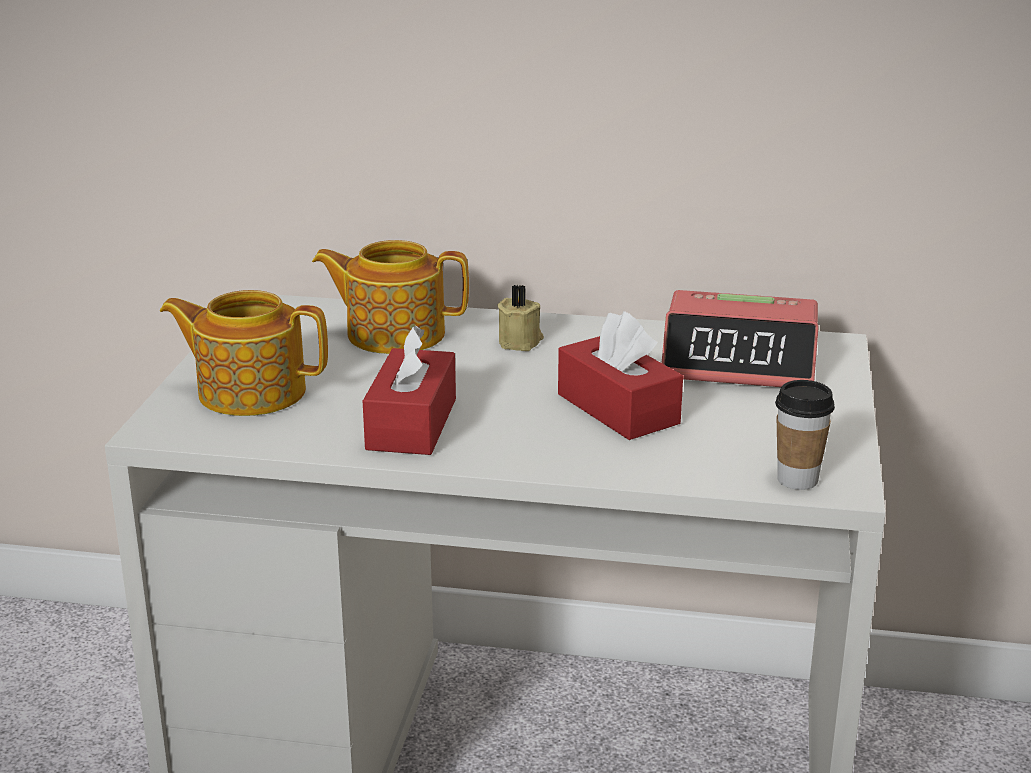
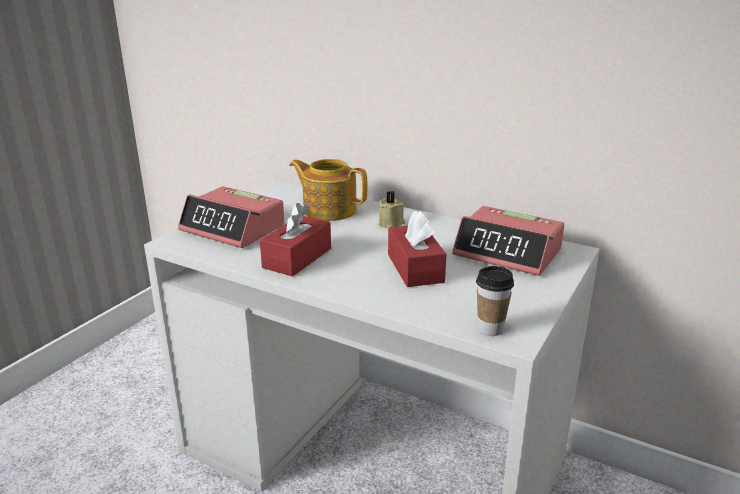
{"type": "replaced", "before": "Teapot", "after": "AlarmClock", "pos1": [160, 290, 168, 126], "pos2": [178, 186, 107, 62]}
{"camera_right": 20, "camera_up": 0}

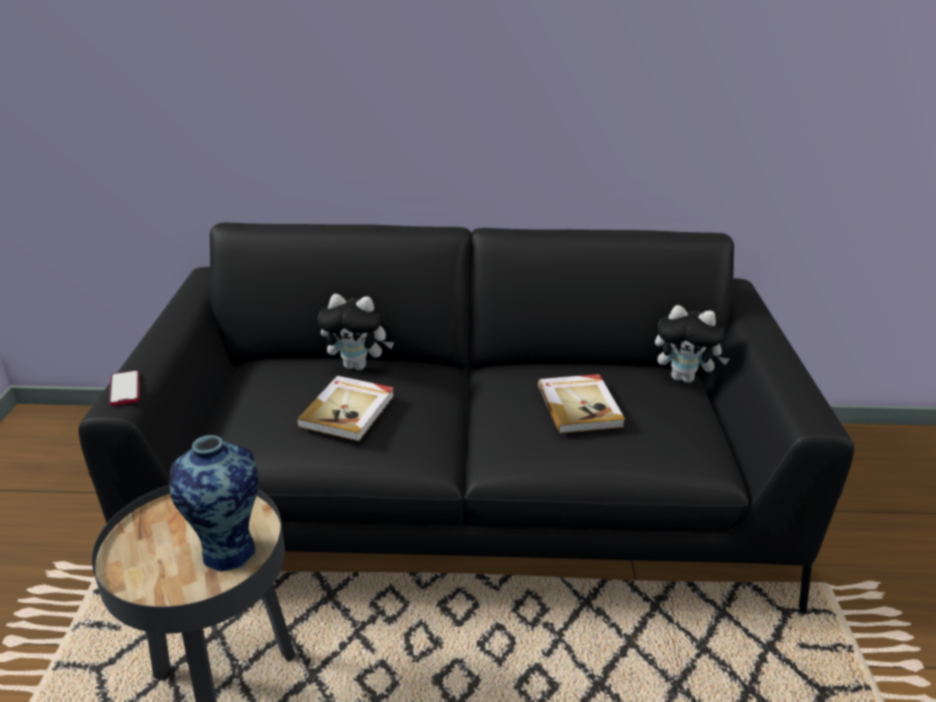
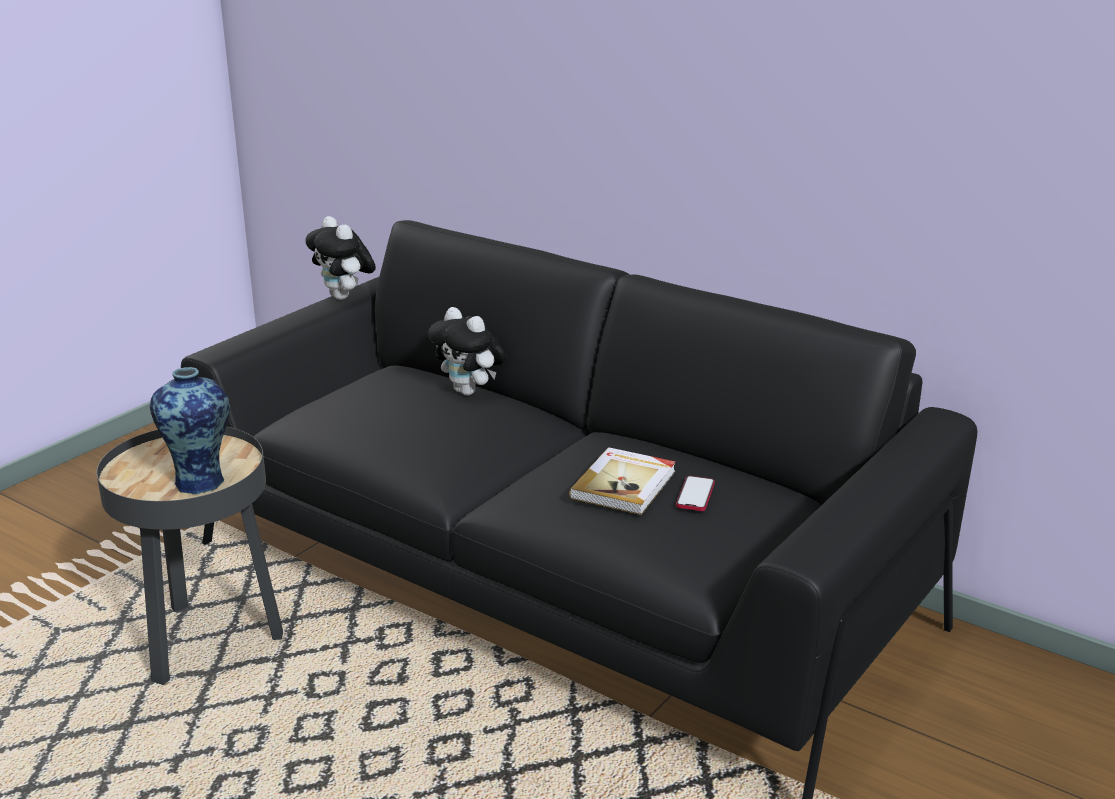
{"type": "moved", "before": "Handset", "pos1": [109, 370, 31, 36], "pos2": [676, 476, 39, 35]}
{"type": "removed", "before": "Volume", "pos1": [296, 376, 98, 65]}
{"type": "moved", "before": "SoftToy", "pos1": [655, 305, 74, 78], "pos2": [305, 216, 71, 84]}
{"camera_right": 35, "camera_up": -5}

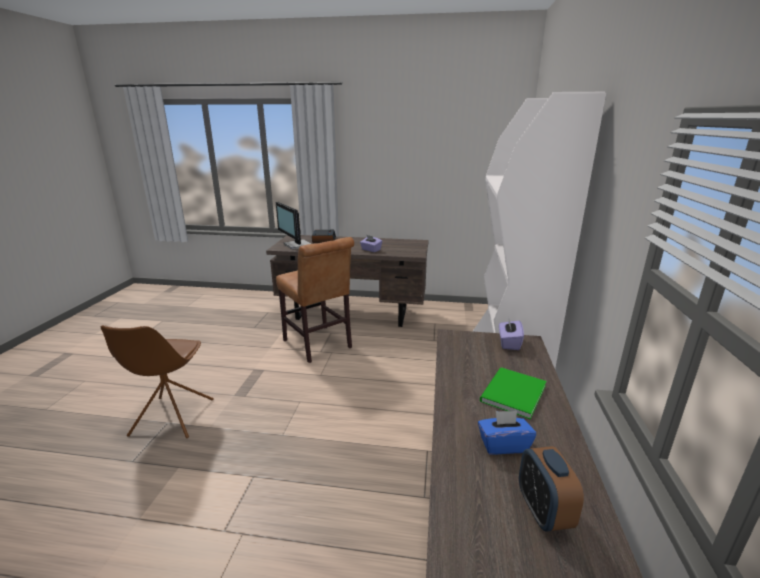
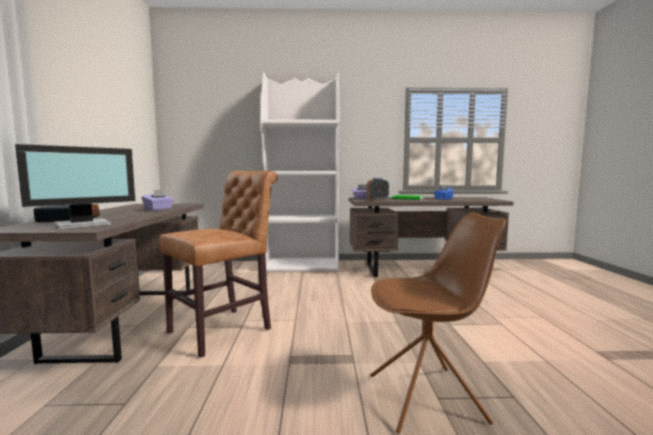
{"type": "moved", "before": "AlarmClock", "pos1": [519, 446, 65, 85], "pos2": [366, 178, 23, 22]}
{"camera_right": -100, "camera_up": -15}

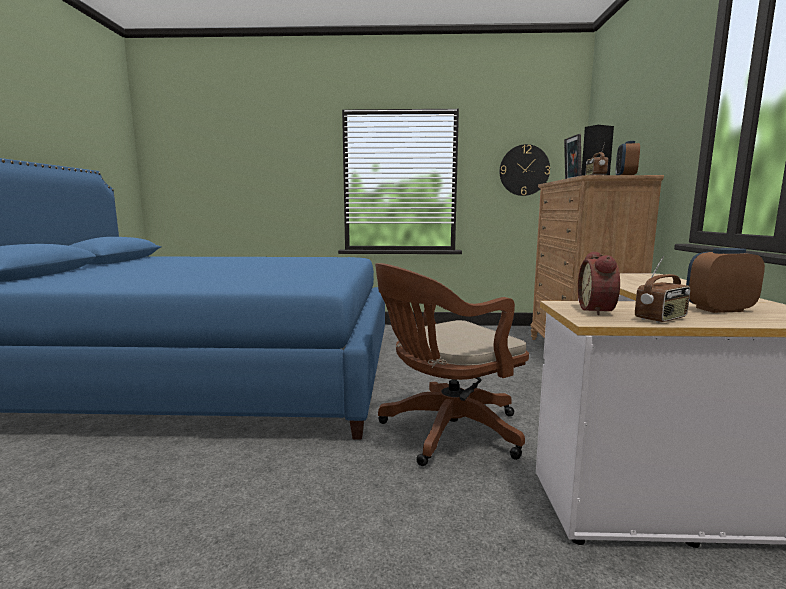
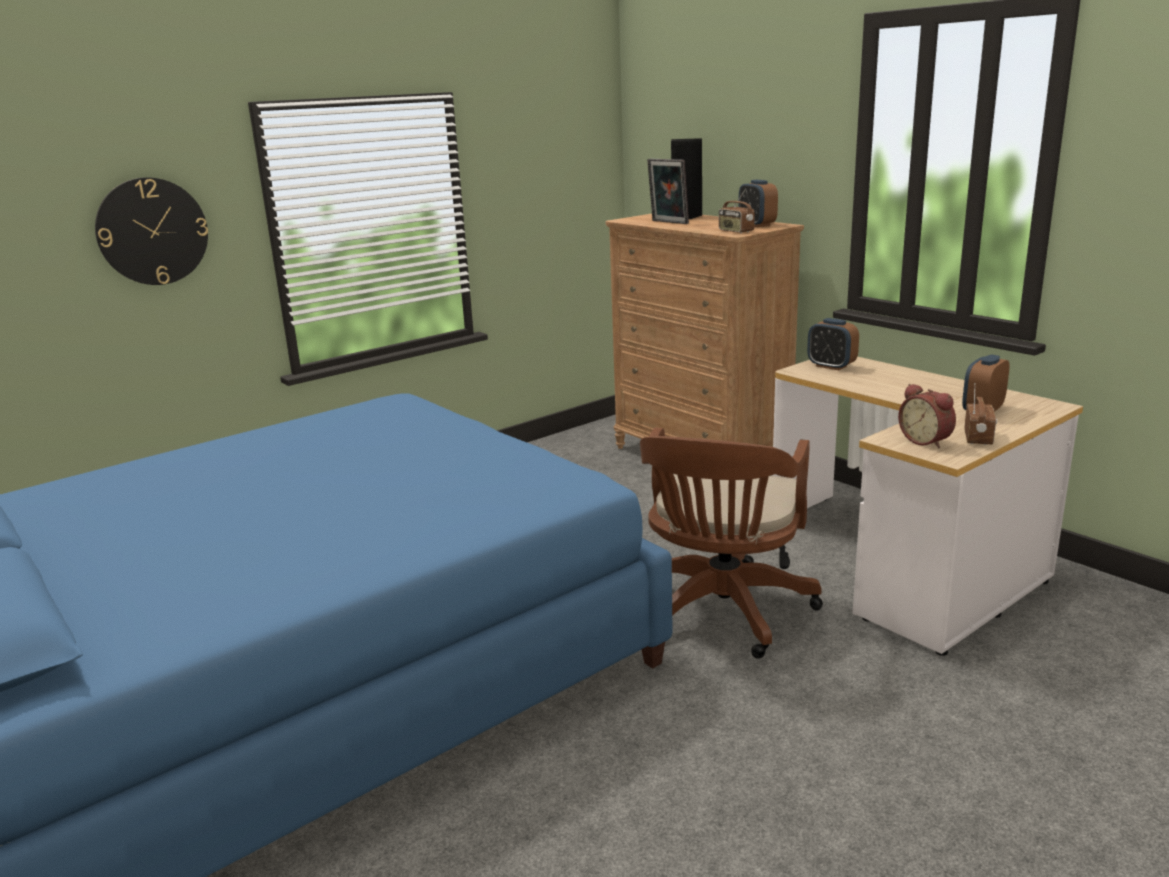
{"type": "moved", "before": "WallClock", "pos1": [499, 144, 51, 52], "pos2": [95, 177, 113, 108]}
{"type": "added", "after": "AlarmClock", "pos2": [807, 318, 52, 52]}
{"camera_right": -40, "camera_up": 10}

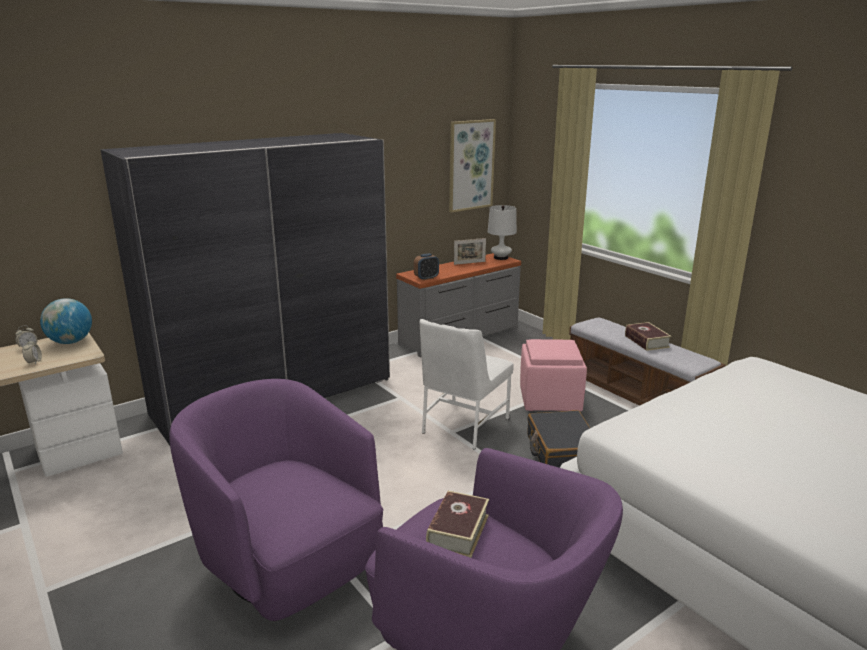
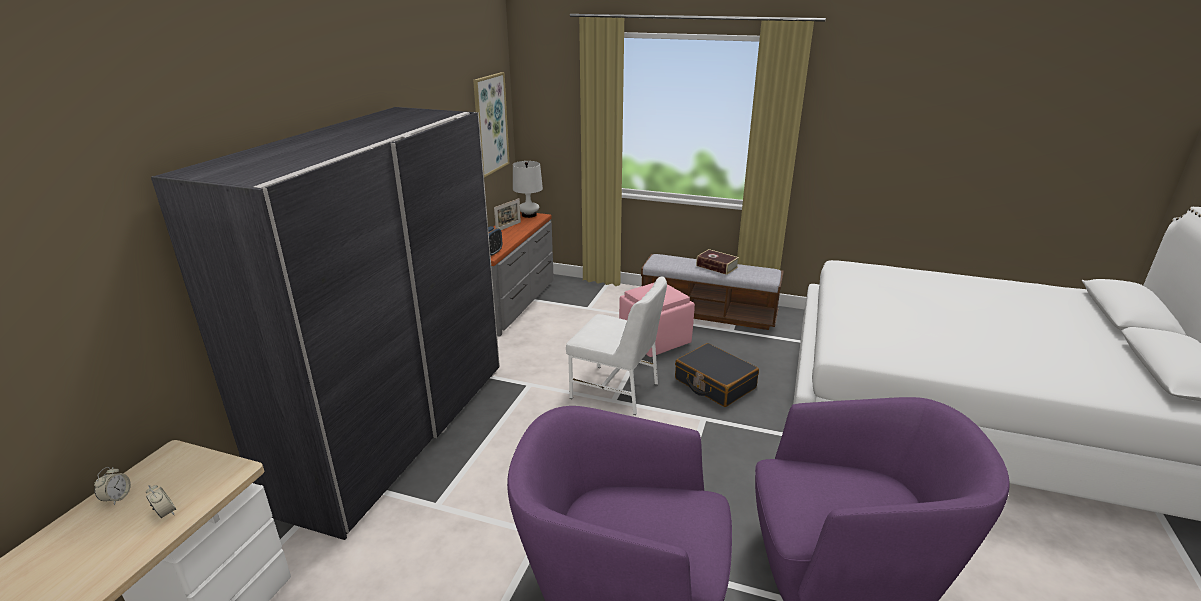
{"type": "removed", "before": "Globe", "pos1": [40, 298, 52, 46]}
{"type": "turned", "before": "WhitishUprightChair", "pos1": [420, 319, 93, 131], "pos2": [566, 276, 101, 139], "turn": -60}
{"type": "removed", "before": "Volume", "pos1": [426, 491, 63, 67]}
{"camera_right": -35, "camera_up": 5}

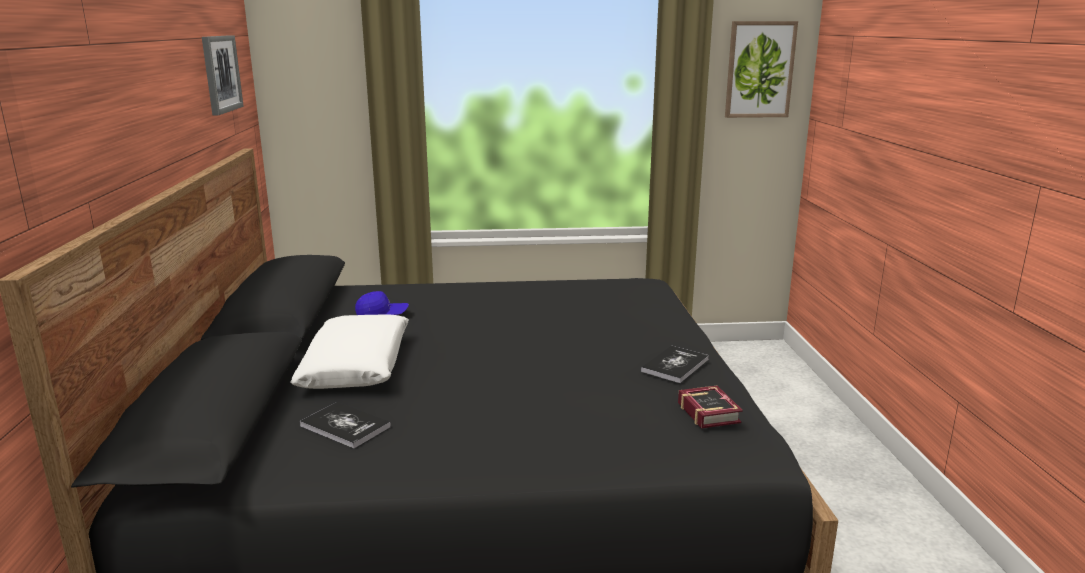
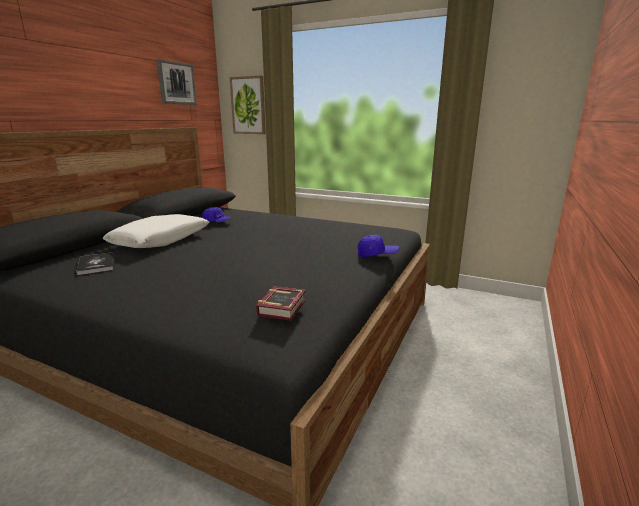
{"type": "removed", "before": "Volume", "pos1": [641, 346, 68, 37]}
{"type": "moved", "before": "WallPicture", "pos1": [725, 21, 73, 97], "pos2": [230, 76, 36, 58]}
{"type": "added", "after": "BluishBaseballCap", "pos2": [358, 235, 41, 22]}
{"camera_right": 30, "camera_up": 0}

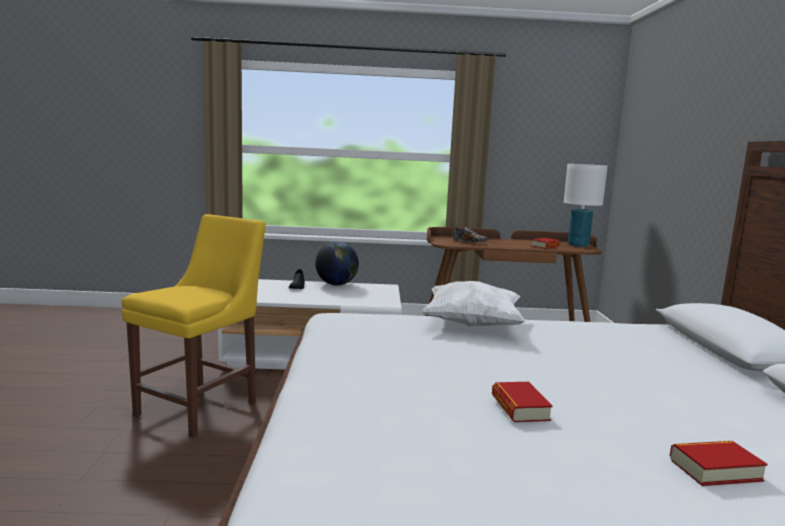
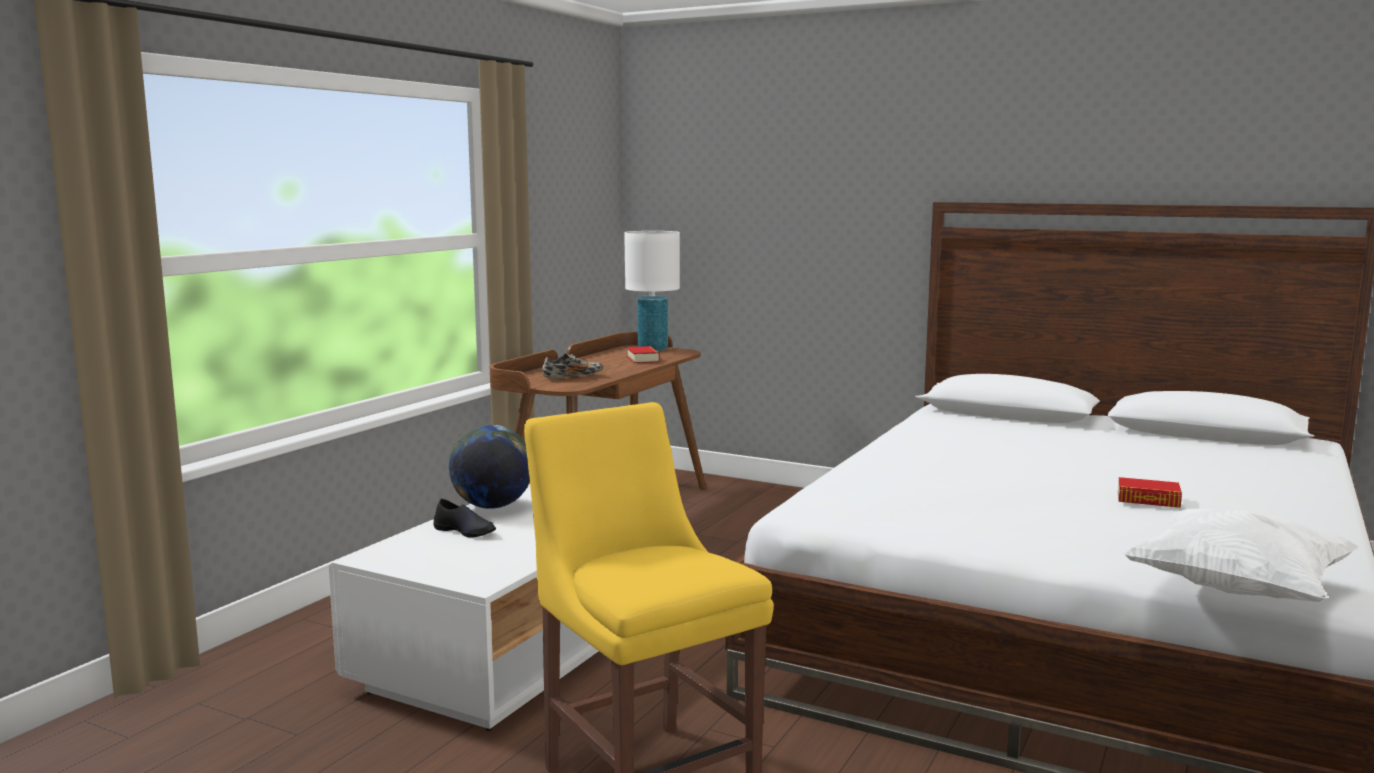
{"type": "moved", "before": "WhitishPillow", "pos1": [421, 281, 105, 46], "pos2": [1124, 509, 235, 93]}
{"type": "removed", "before": "Volume", "pos1": [670, 441, 98, 45]}
{"camera_right": -60, "camera_up": 0}

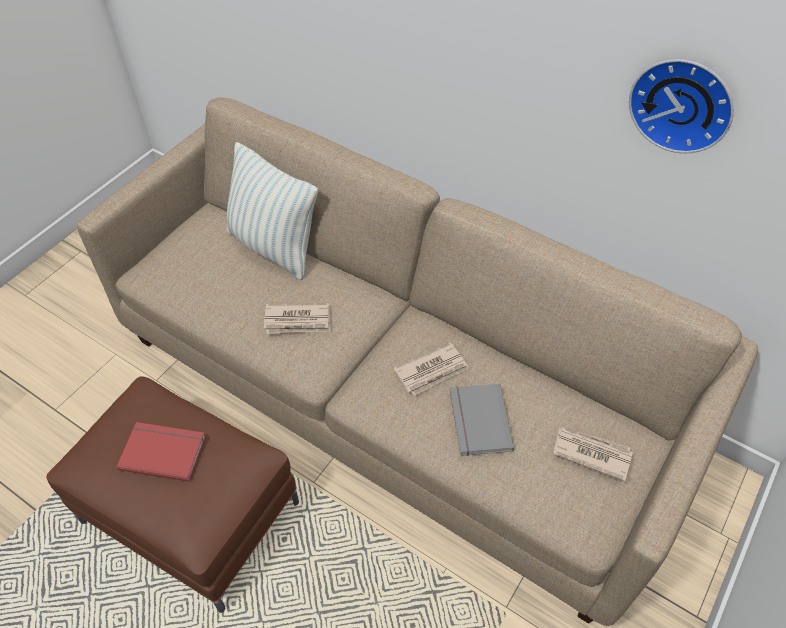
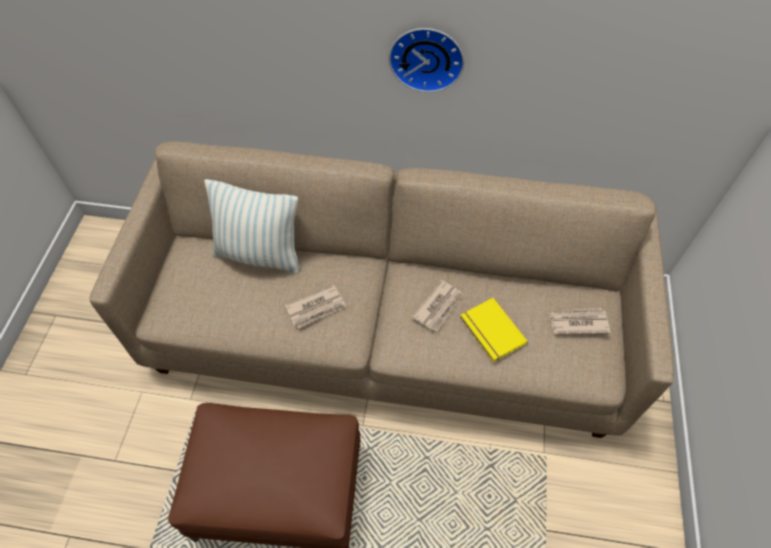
{"type": "removed", "before": "ReddishVolume", "pos1": [117, 422, 89, 60]}
{"type": "recoloured", "before": "GreyishVolume", "after": "YellowishVolume", "pos1": [450, 384, 64, 72], "pos2": [460, 298, 68, 65]}
{"type": "moved", "before": "WallClock", "pos1": [629, 59, 105, 94], "pos2": [389, 28, 75, 64]}
{"camera_right": -25, "camera_up": 5}

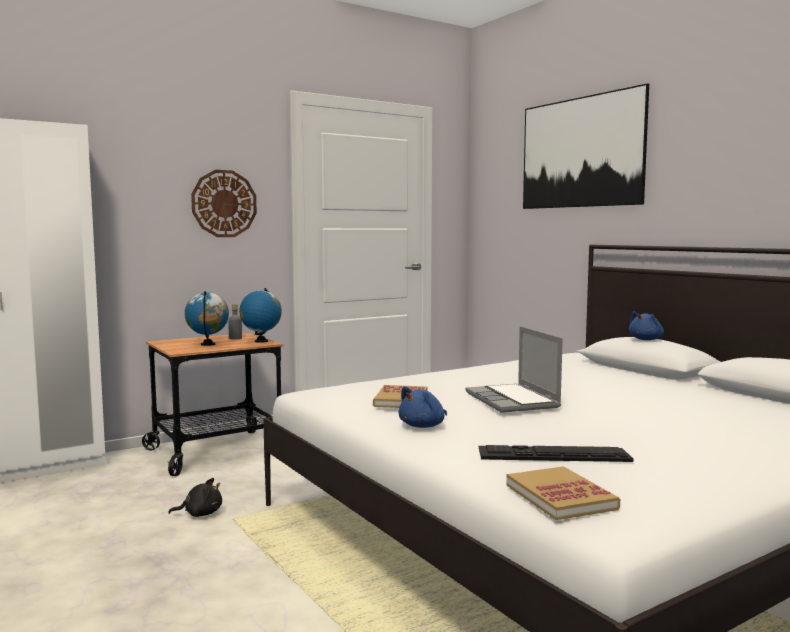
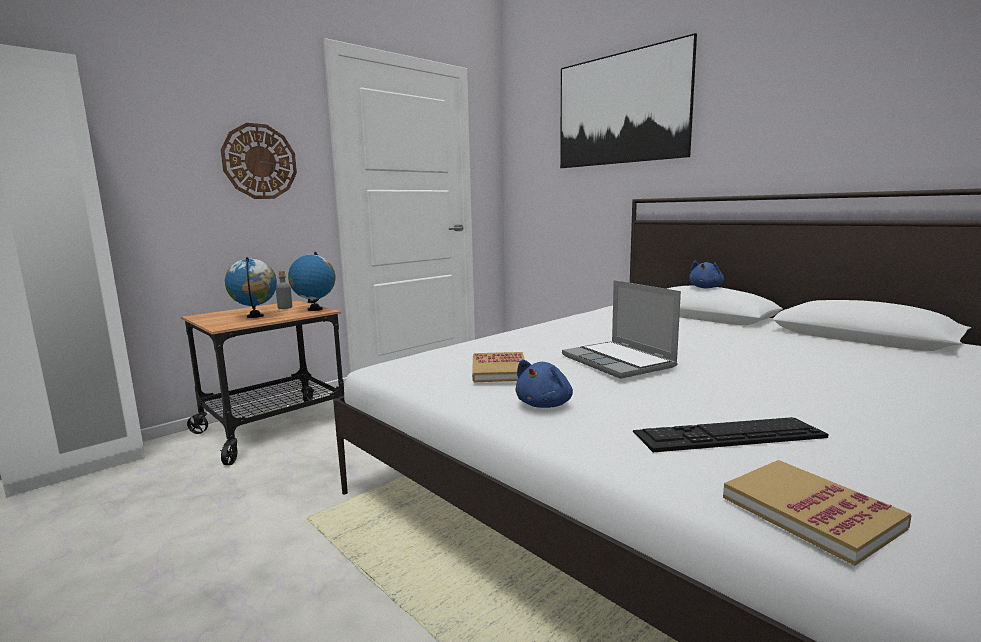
{"type": "removed", "before": "BlackishSoftToy", "pos1": [168, 478, 54, 39]}
{"camera_right": -10, "camera_up": 5}

